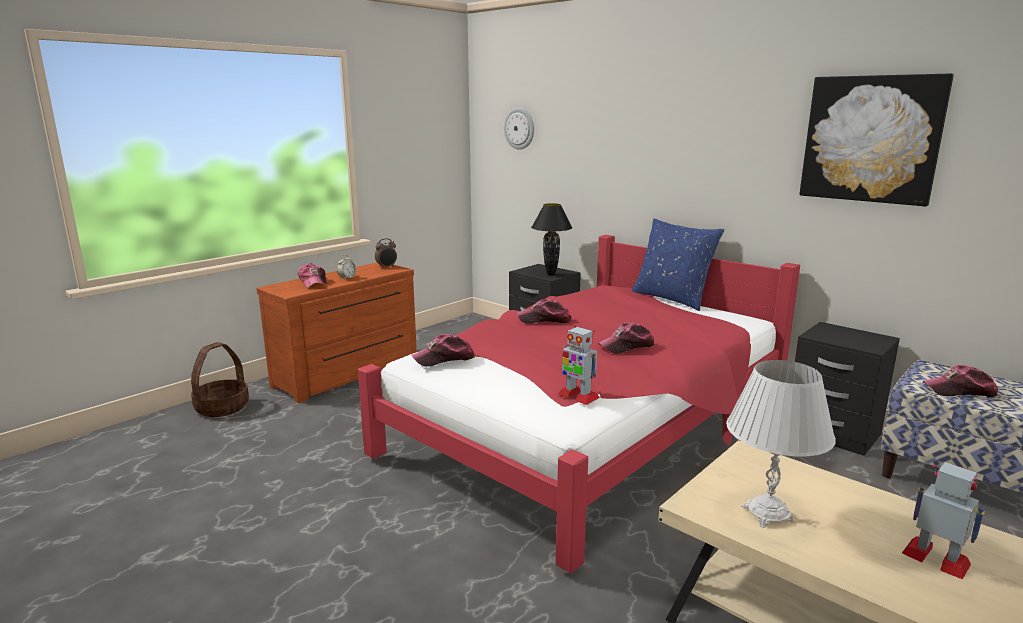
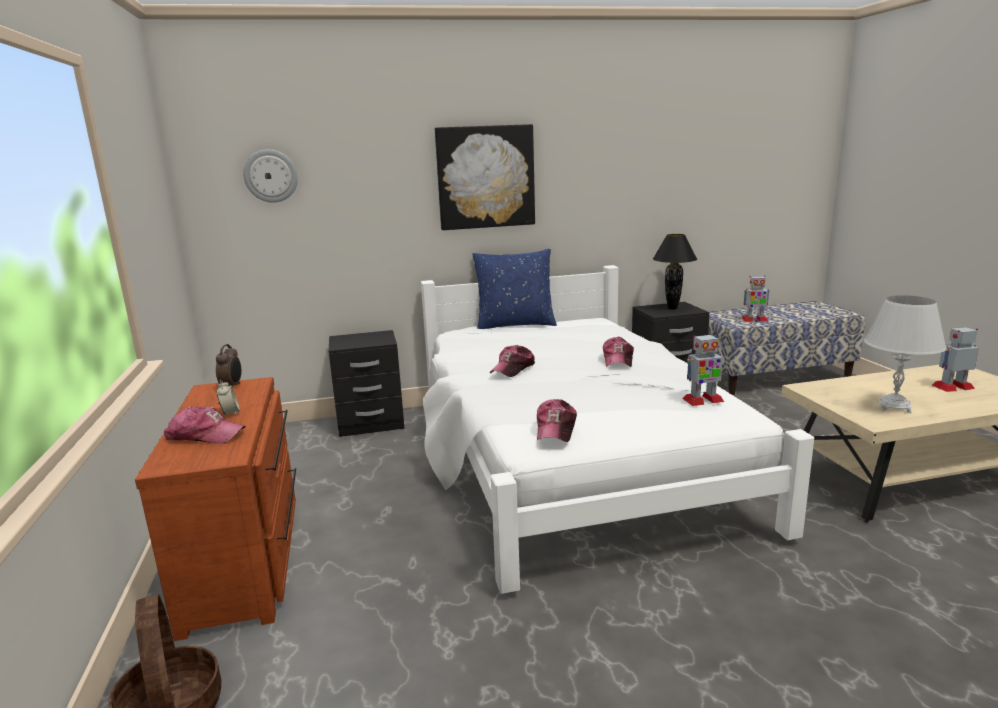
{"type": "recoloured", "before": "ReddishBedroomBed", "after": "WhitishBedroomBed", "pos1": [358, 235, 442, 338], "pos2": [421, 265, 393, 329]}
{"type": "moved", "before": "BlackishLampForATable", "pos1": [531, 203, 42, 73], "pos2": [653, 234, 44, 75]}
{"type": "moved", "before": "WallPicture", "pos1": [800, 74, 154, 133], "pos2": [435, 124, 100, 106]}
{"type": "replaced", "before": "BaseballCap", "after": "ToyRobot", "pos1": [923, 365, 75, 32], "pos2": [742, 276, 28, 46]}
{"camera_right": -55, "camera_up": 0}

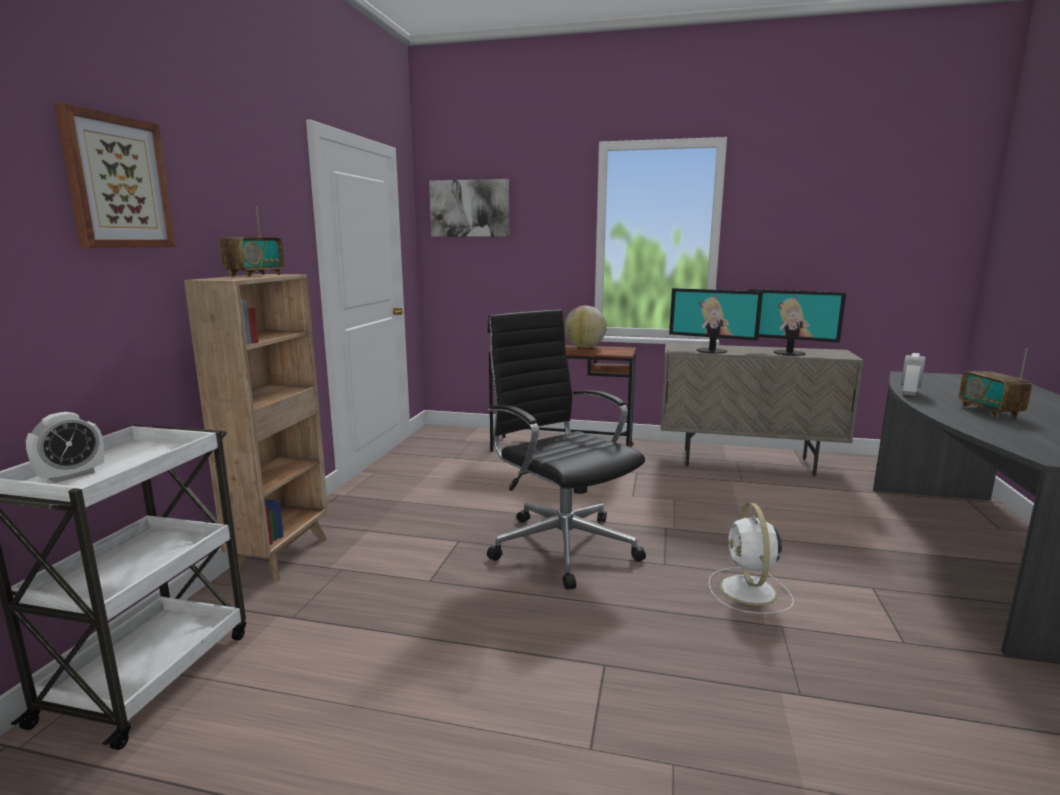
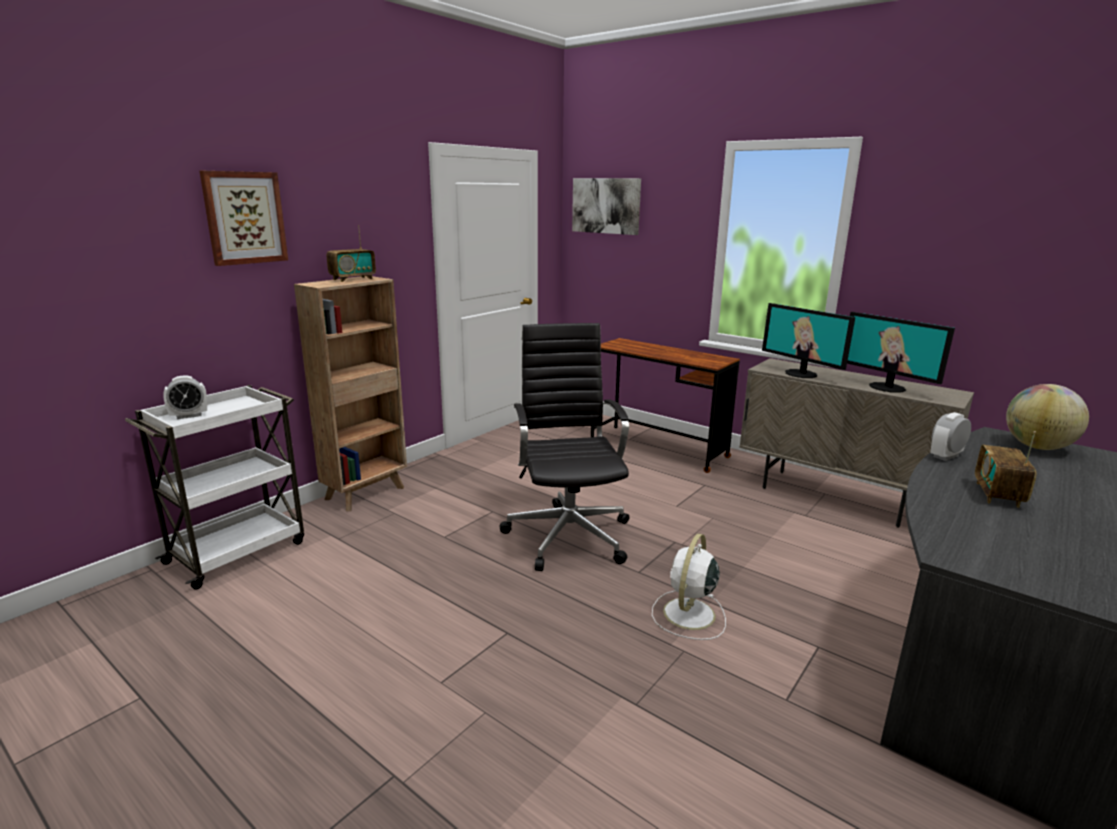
{"type": "moved", "before": "Globe", "pos1": [564, 306, 43, 42], "pos2": [1006, 384, 83, 66]}
{"camera_right": 25, "camera_up": 5}

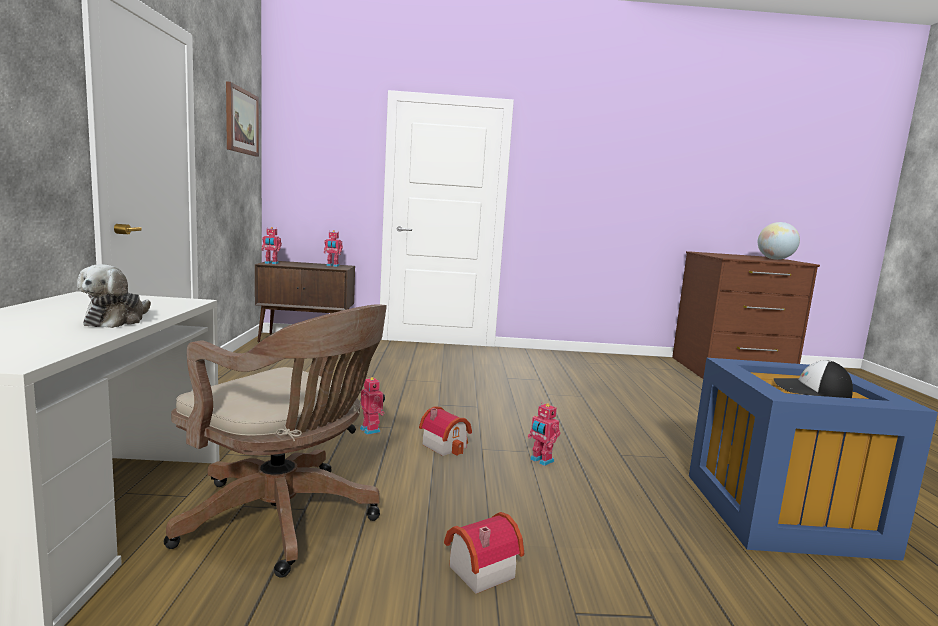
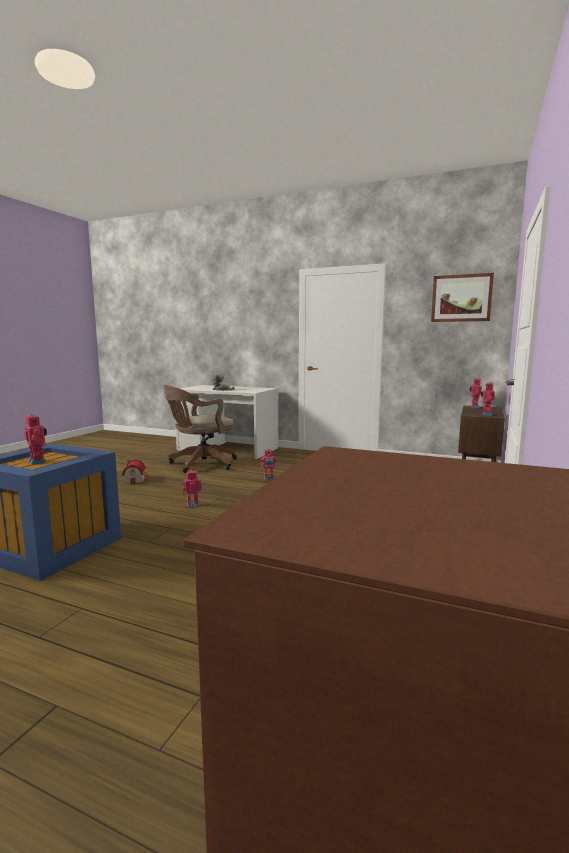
{"type": "removed", "before": "ToyHouse", "pos1": [419, 406, 53, 50]}
{"type": "removed", "before": "Globe", "pos1": [758, 222, 42, 38]}
{"type": "replaced", "before": "BaseballCap", "after": "ToyRobot", "pos1": [774, 360, 79, 38], "pos2": [24, 414, 23, 50]}
{"camera_right": 115, "camera_up": 0}

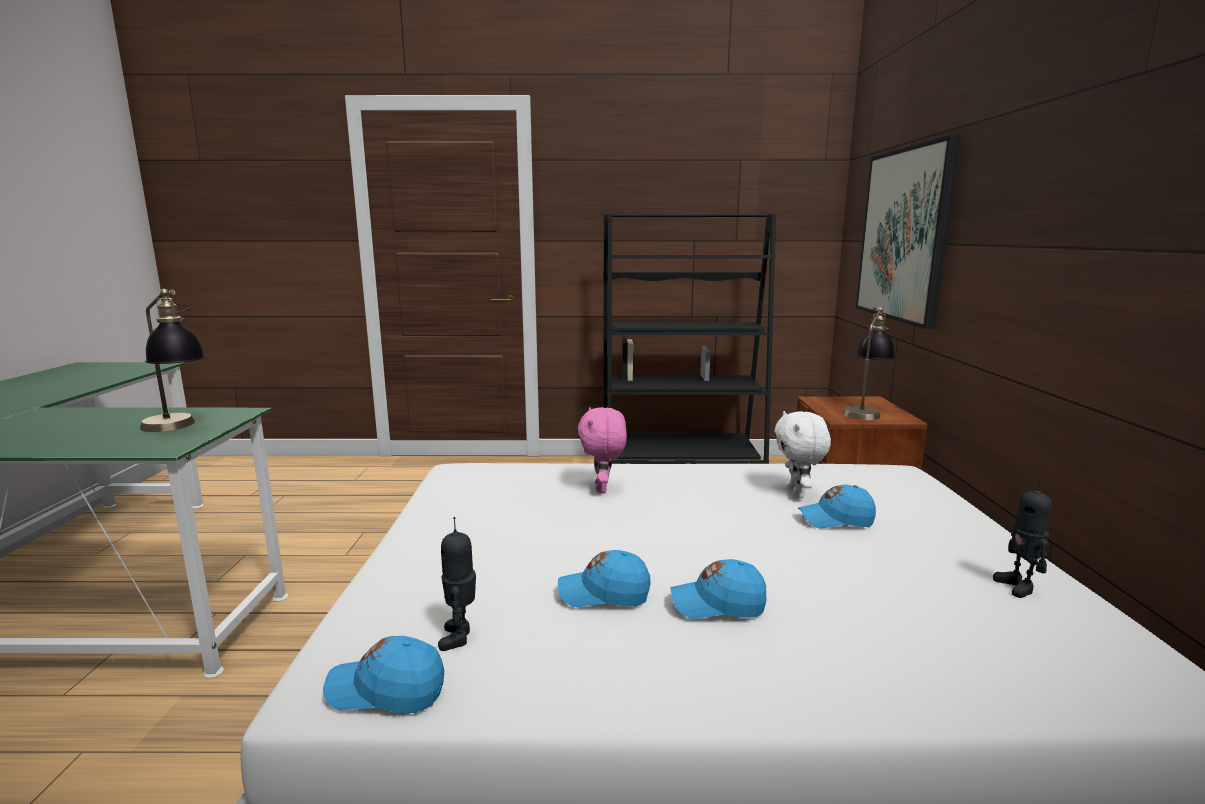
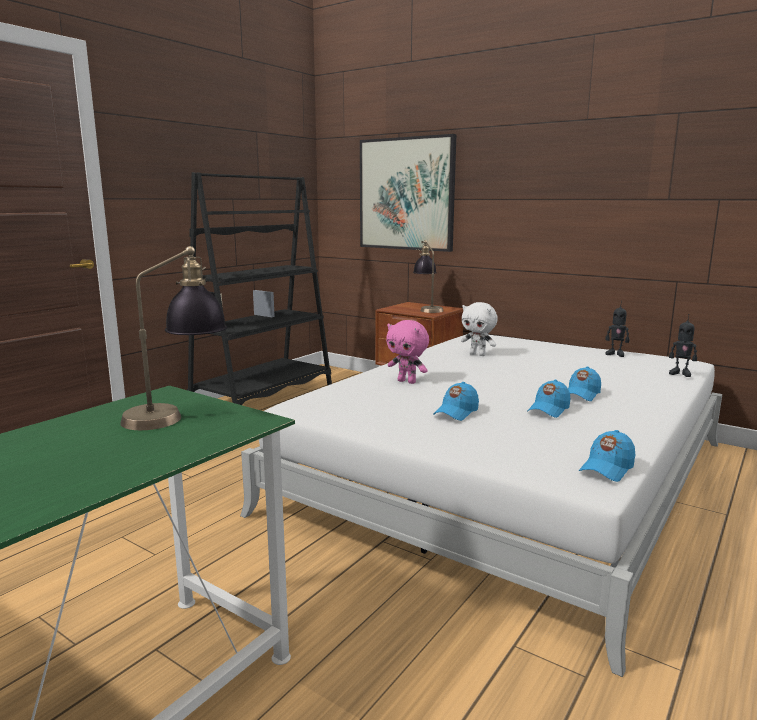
{"type": "moved", "before": "ToyRobot", "pos1": [438, 517, 38, 134], "pos2": [669, 314, 28, 63]}
{"type": "moved", "before": "BluishBaseballCap", "pos1": [798, 485, 78, 43], "pos2": [433, 382, 46, 39]}
{"camera_right": -55, "camera_up": 0}

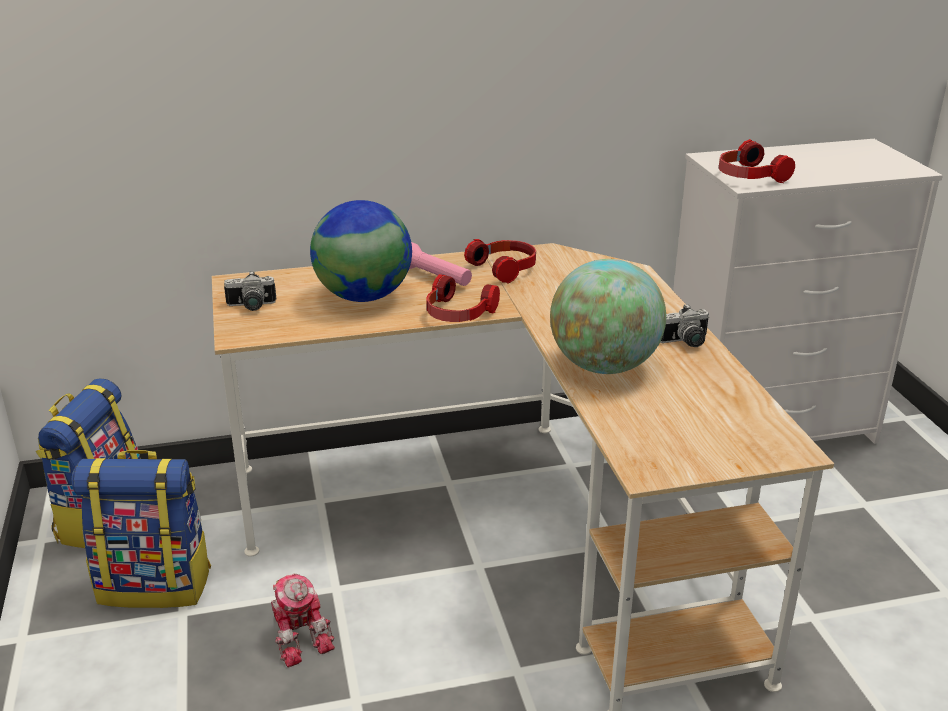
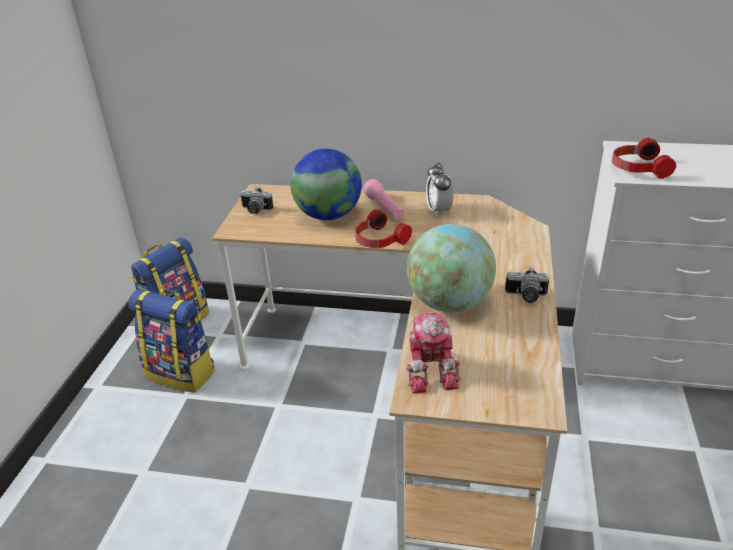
{"type": "moved", "before": "ToyRobot", "pos1": [271, 574, 64, 93], "pos2": [406, 312, 54, 82]}
{"type": "replaced", "before": "PairOfHeadphones", "after": "AlarmClock", "pos1": [464, 239, 72, 45], "pos2": [426, 162, 27, 54]}
{"camera_right": 25, "camera_up": 5}

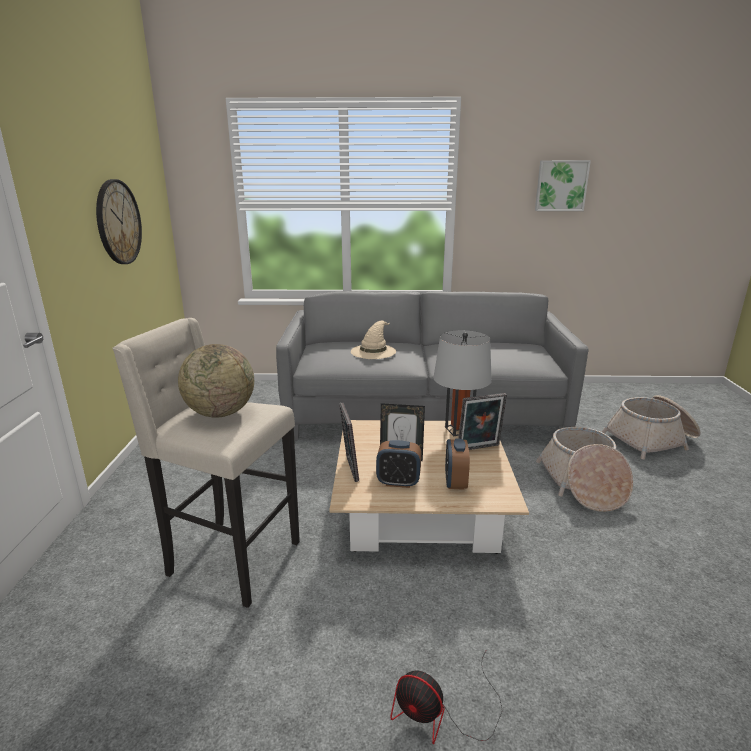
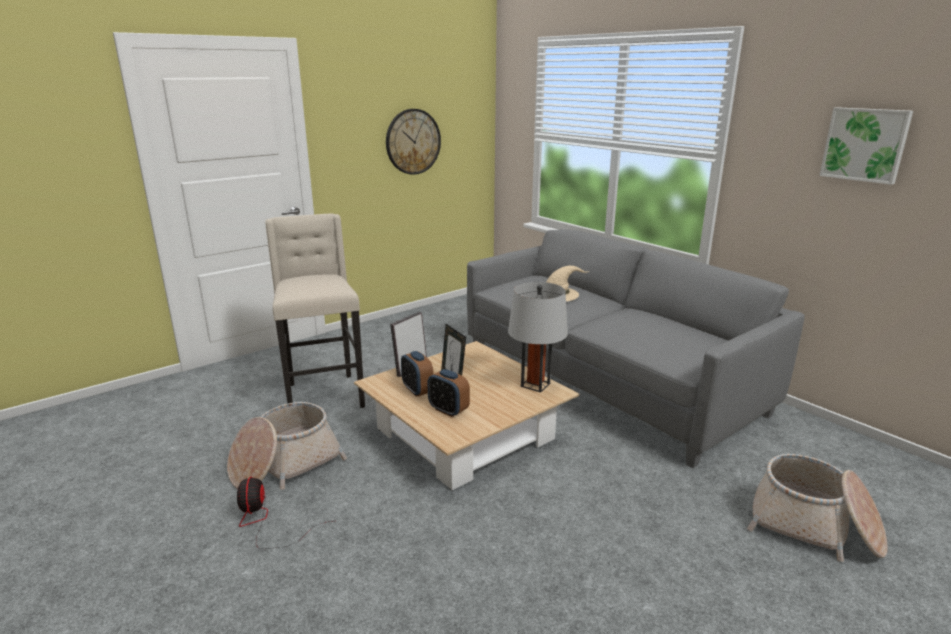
{"type": "removed", "before": "Globe", "pos1": [178, 344, 76, 74]}
{"type": "turned", "before": "AlarmClock", "pos1": [445, 439, 25, 51], "pos2": [428, 369, 42, 48], "turn": -105}
{"type": "removed", "before": "PictureFrame", "pos1": [458, 393, 49, 57]}
{"type": "moved", "before": "HouseholdBasket", "pos1": [536, 427, 97, 85], "pos2": [227, 402, 120, 88]}
{"camera_right": 50, "camera_up": 0}

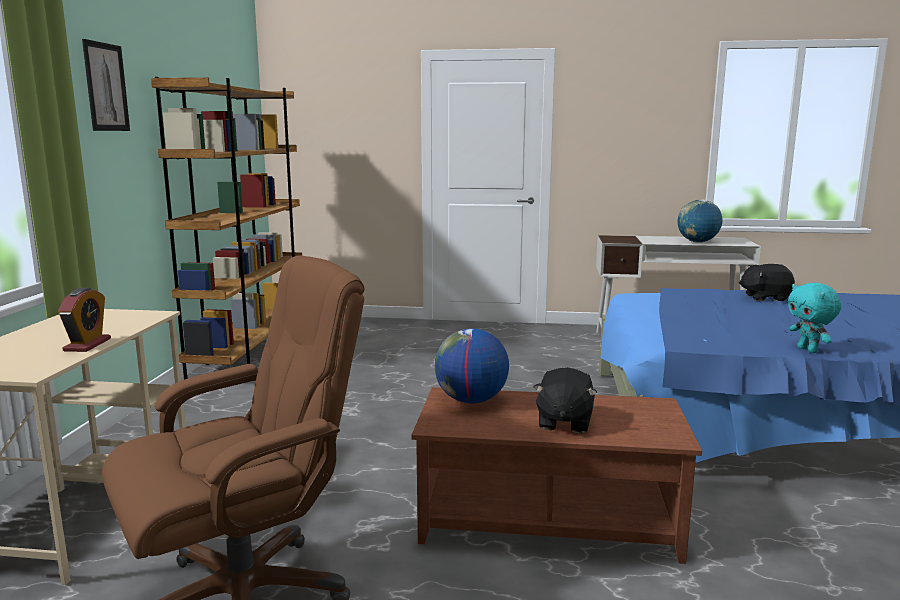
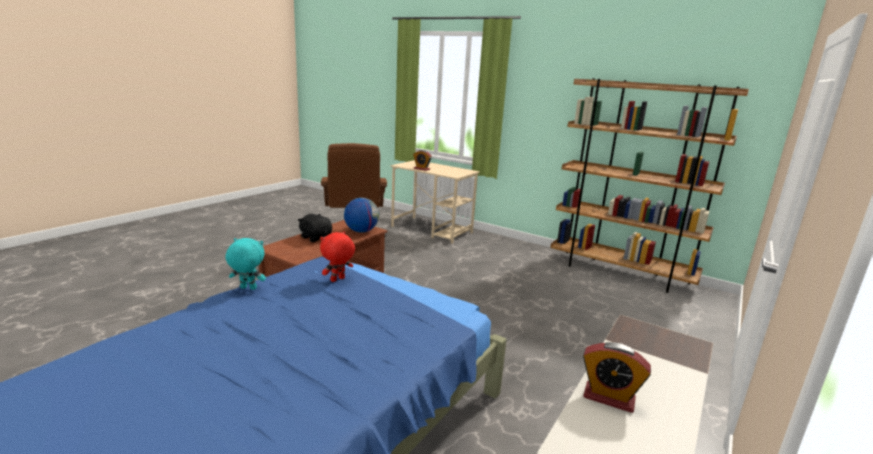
{"type": "removed", "before": "WallPicture", "pos1": [82, 39, 48, 92]}
{"type": "replaced", "before": "Globe", "after": "AlarmClock", "pos1": [677, 200, 45, 42], "pos2": [583, 342, 68, 71]}
{"type": "removed", "before": "BlackishSoftToy", "pos1": [739, 264, 56, 37]}
{"type": "added", "after": "ReddishSoftToy", "pos2": [320, 231, 35, 51]}
{"camera_right": 115, "camera_up": 5}

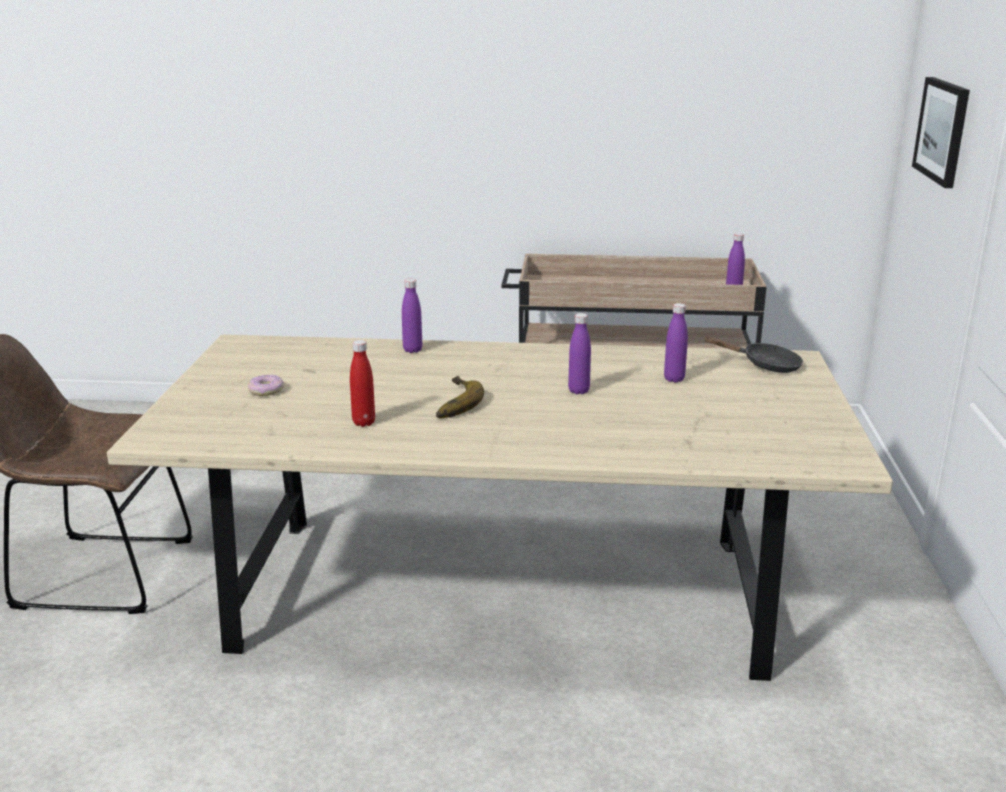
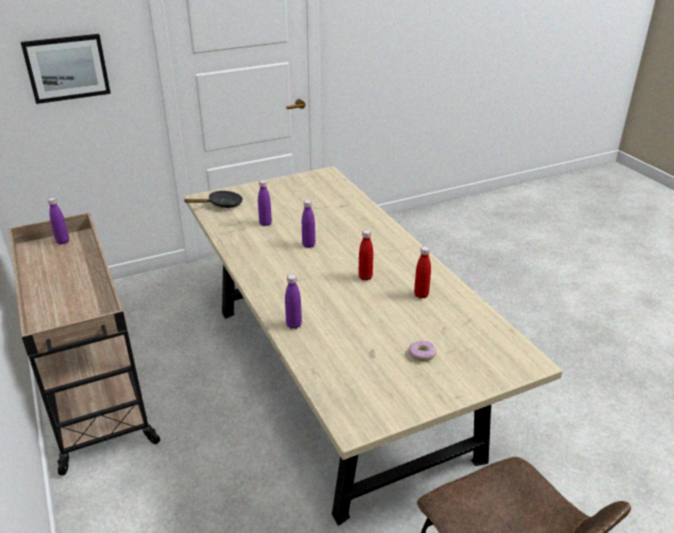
{"type": "replaced", "before": "Banana", "after": "ReddishBottle", "pos1": [436, 376, 48, 42], "pos2": [358, 230, 15, 51]}
{"type": "turned", "before": "BlackishPan", "pos1": [703, 336, 100, 37], "pos2": [185, 191, 58, 17], "turn": 75}
{"camera_right": -120, "camera_up": 10}

